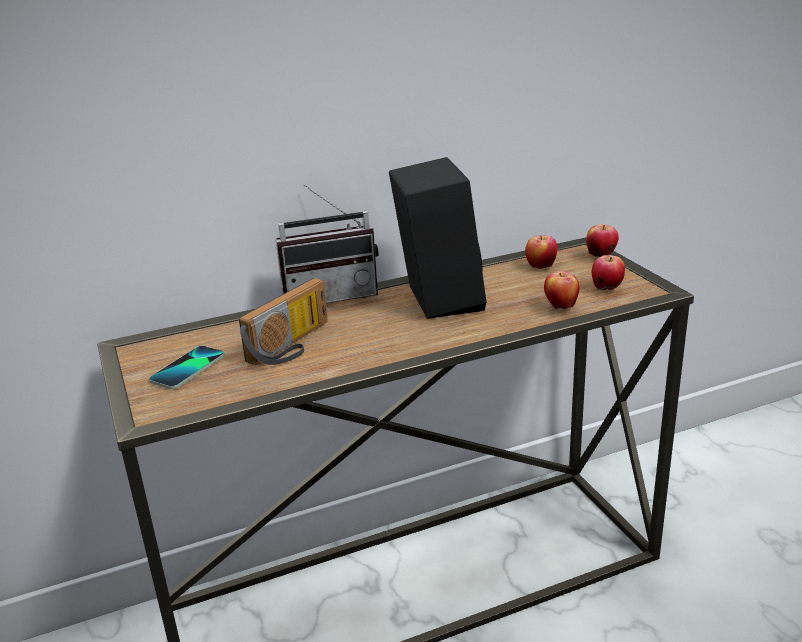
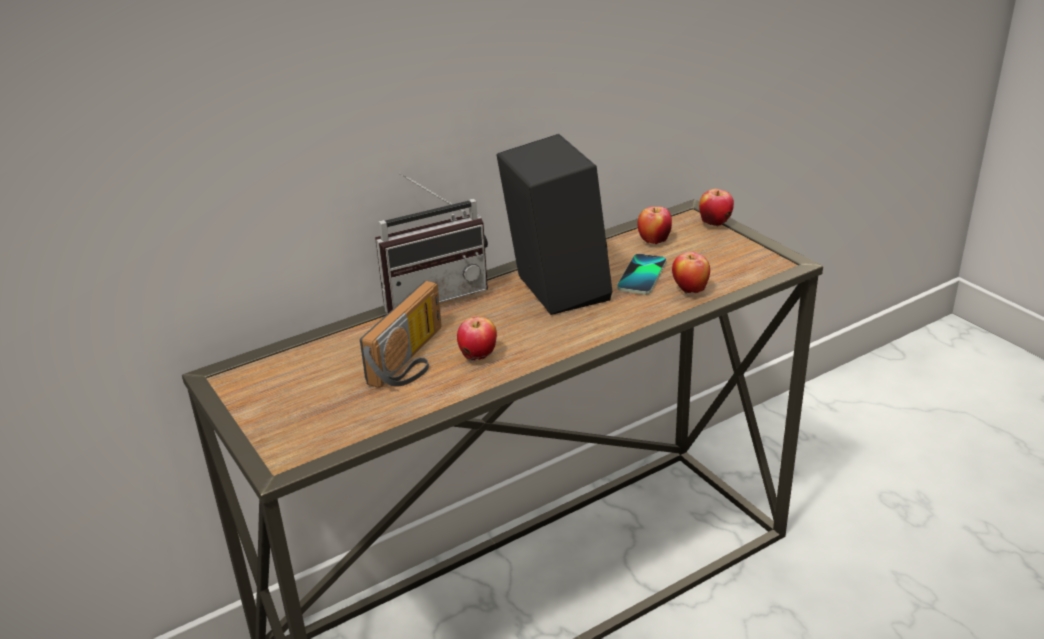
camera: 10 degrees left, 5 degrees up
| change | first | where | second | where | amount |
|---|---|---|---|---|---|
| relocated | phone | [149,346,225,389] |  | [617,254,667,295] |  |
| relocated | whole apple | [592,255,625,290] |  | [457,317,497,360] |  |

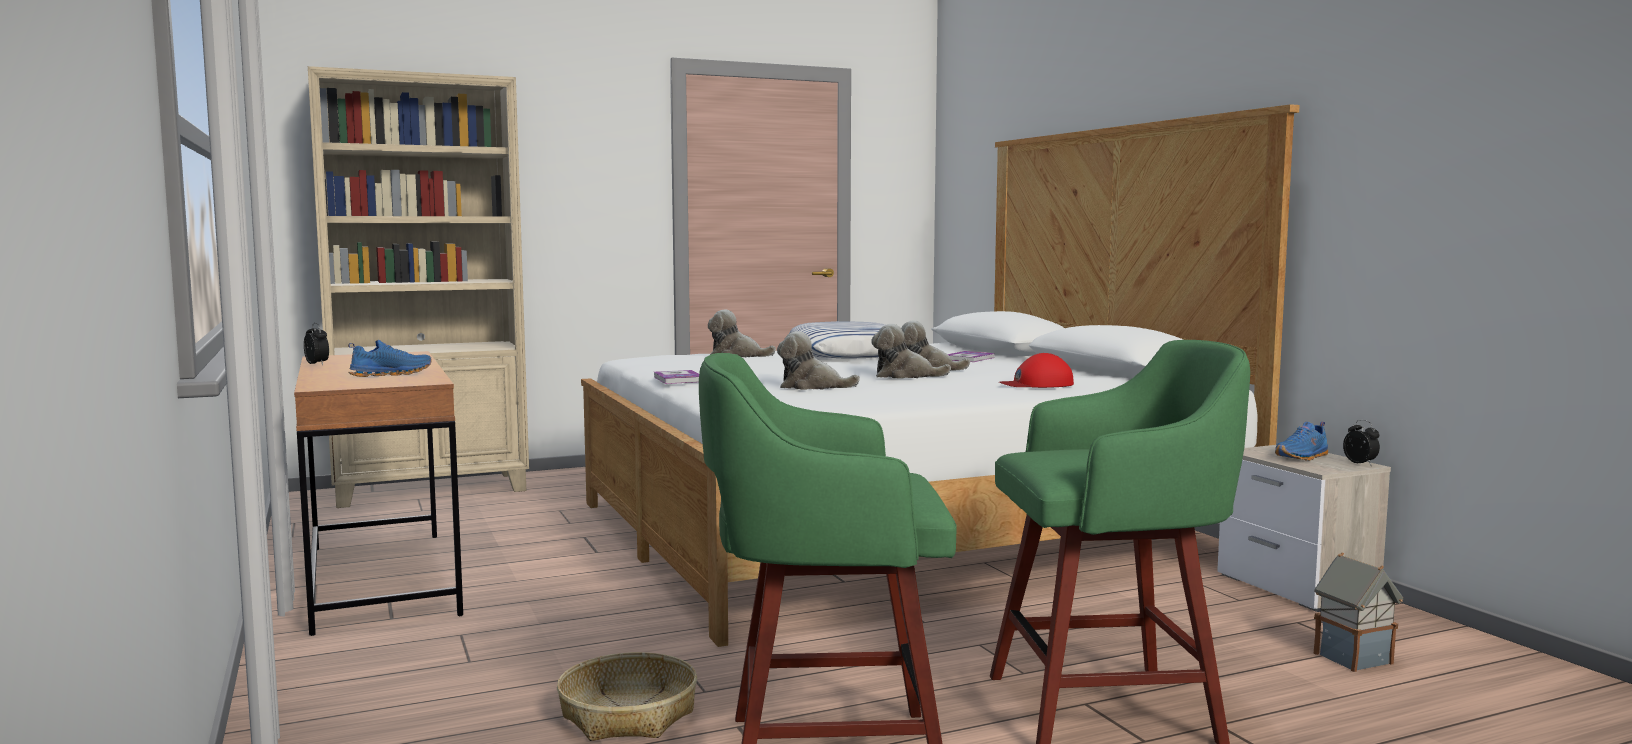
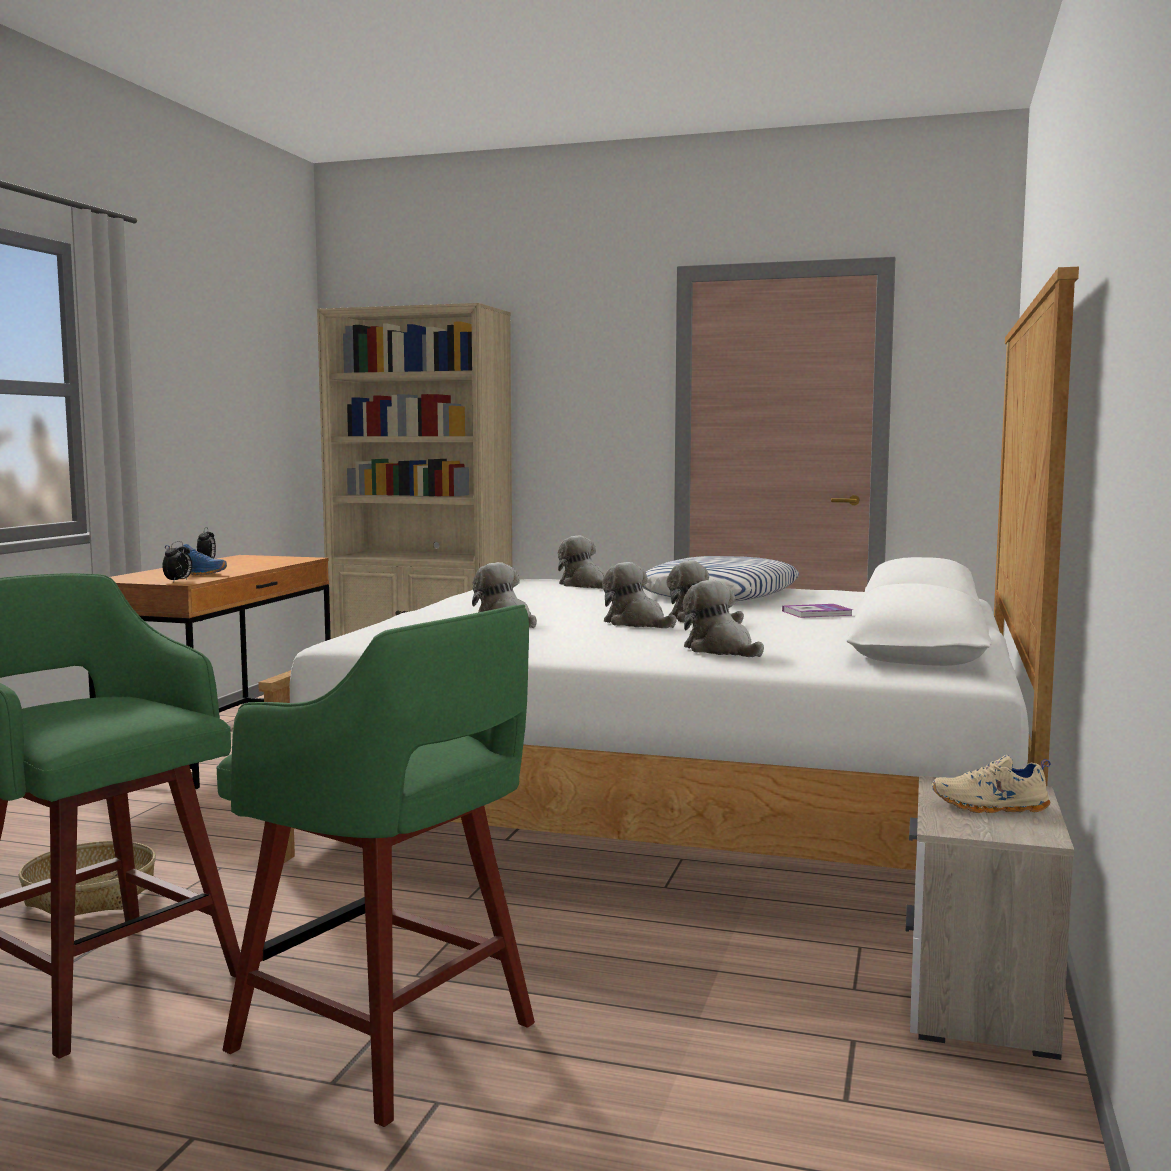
camera: 40 degrees right, 0 degrees up
| change | first | where | second | where | amount |
|---|---|---|---|---|---|
| missing | book | [654,370,699,384] |  |  |  |
| missing | toy house | [1314,552,1403,672] |  |  |  |
| relocated | alarm clock | [1343,420,1380,466] |  | [162,541,192,583] |  |
| exchanged | red baseball cap | [999,353,1074,388] | cuddly toy | [683,580,764,657] |  |
| colour | blue shoe | [1275,421,1328,461] | beige-coloured shoe | [932,755,1050,813] |  |

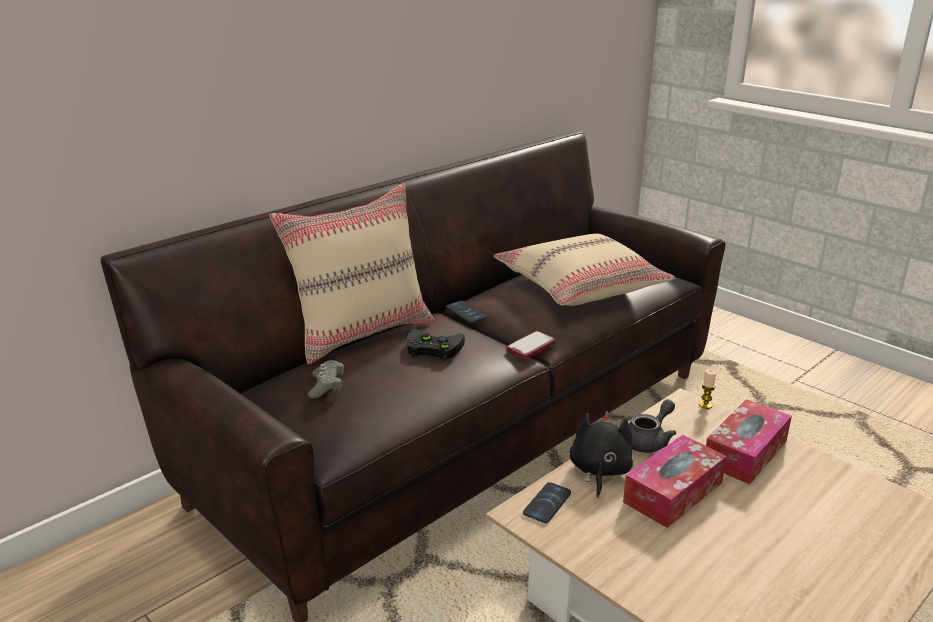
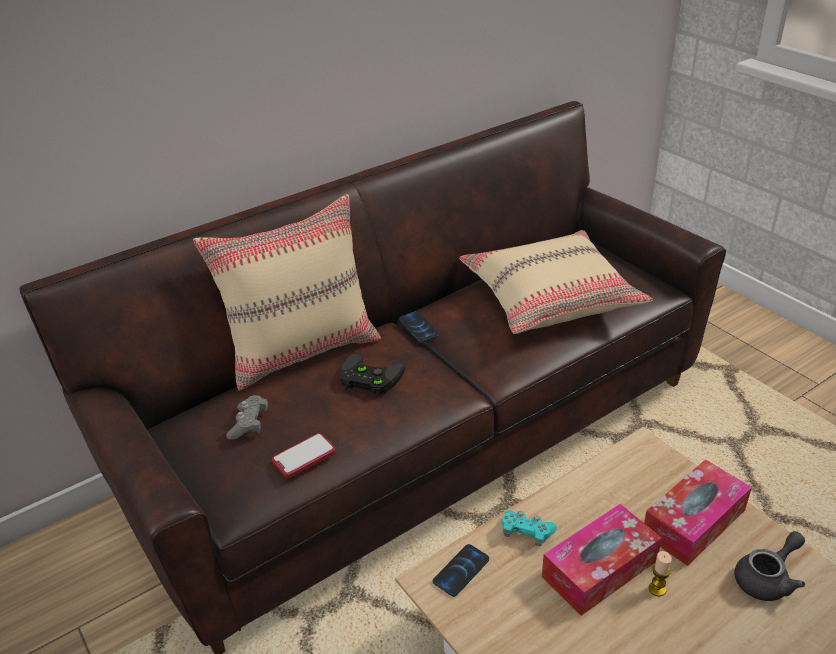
camera: 10 degrees right, 10 degrees up
| change | first | where | second | where | amount |
|---|---|---|---|---|---|
| relocated | phone | [507,331,555,359] |  | [272,433,336,478] |  |
| relocated | gray teapot | [629,399,676,453] |  | [734,531,805,601] |  |
| relocated | wax light | [699,369,716,409] |  | [649,551,672,596] |  |
| exchanged | black cuddly toy | [569,411,633,498] | blue-green gamepad | [502,510,557,546] |  |

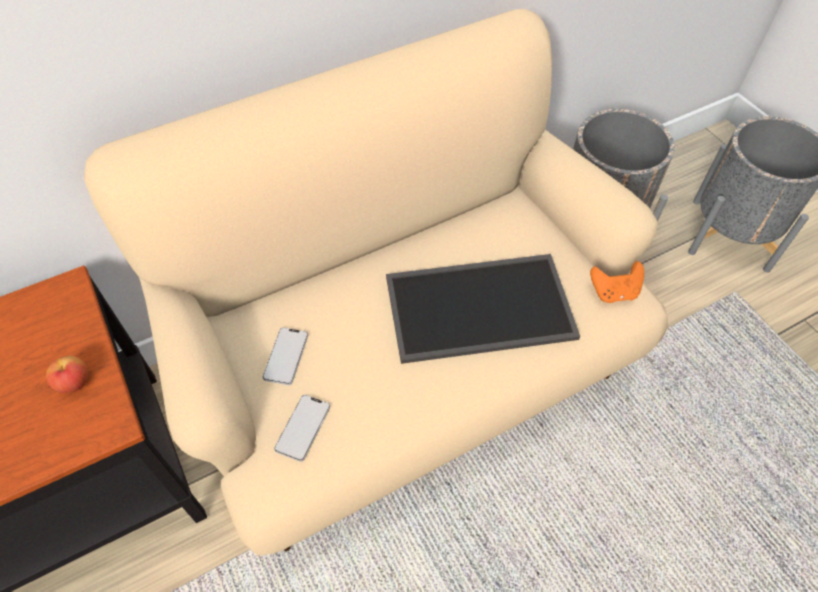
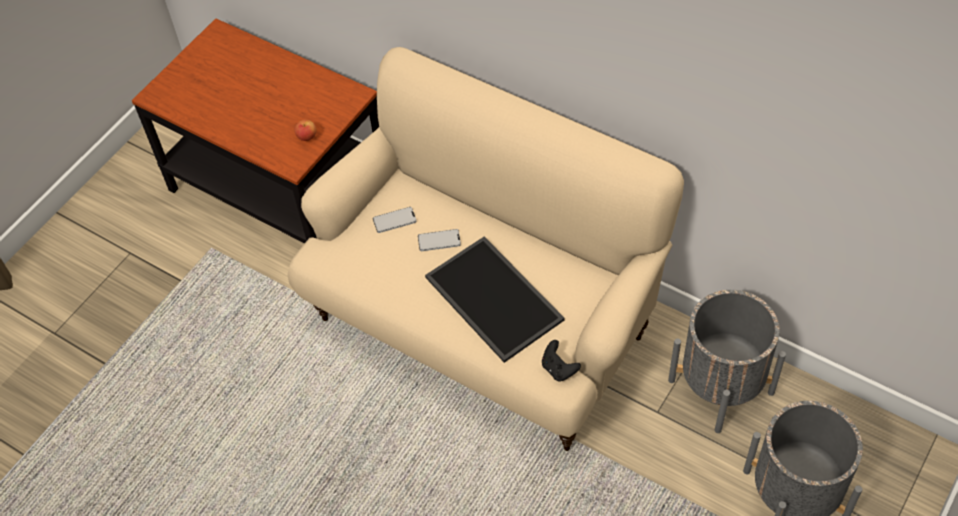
camera: 65 degrees right, 0 degrees up
| change | first | where | second | where | amount |
|---|---|---|---|---|---|
| relocated | phone | [274,395,330,462] |  | [418,229,461,251] |  |
| colour | orange gamepad | [590,261,644,303] | black gamepad | [542,340,581,382] |  |

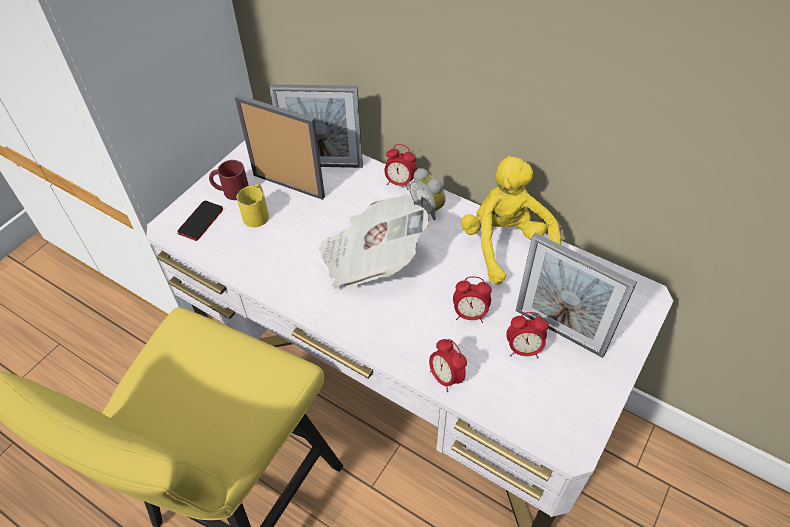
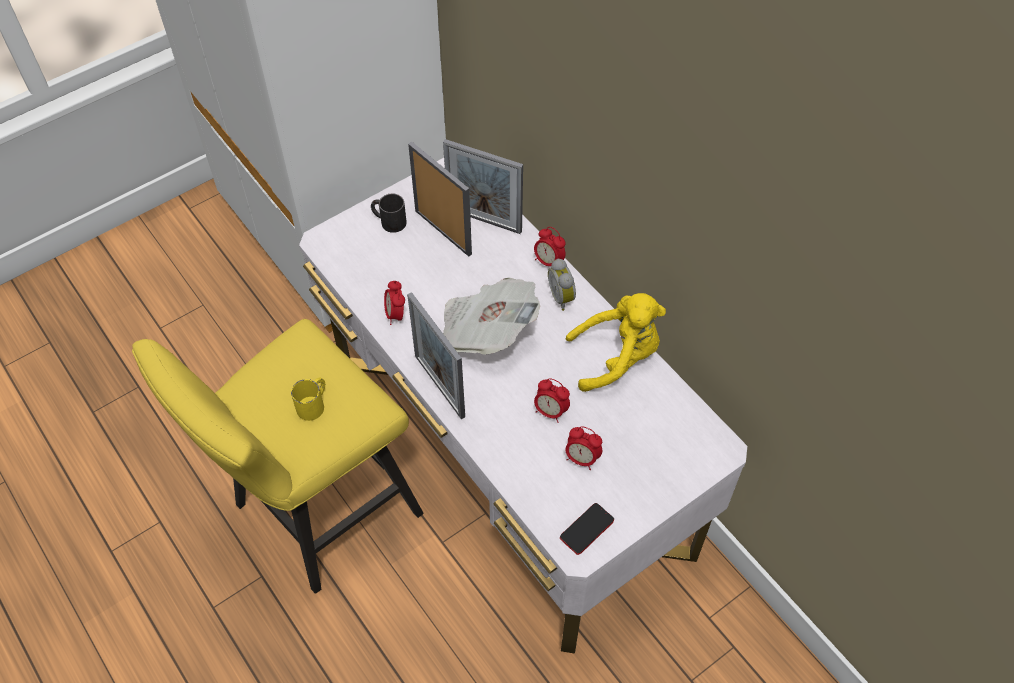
camera: 20 degrees right, 5 degrees up
| change | first | where | second | where | amount |
|---|---|---|---|---|---|
| relocated | phone | [177,200,223,241] |  | [560,503,614,555] |  |
| relocated | yellow tea mug | [237,184,269,227] |  | [291,378,325,421] |  |
| relocated | alarm clock | [429,339,467,392] |  | [384,281,405,325] |  |
| relocated | standing frame | [516,233,637,358] |  | [407,292,465,419] |  |
| colour | red tea mug | [209,160,249,200] | black tea mug | [371,193,407,233] |  |
| spun | yellow cuddly toy | [461,155,561,285] |  | [566,293,666,392] | 75 degrees clockwise |

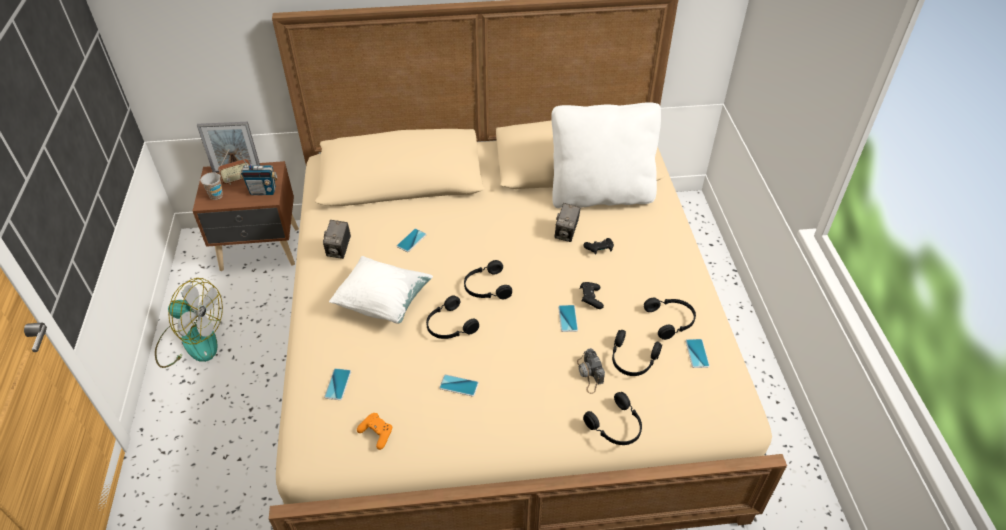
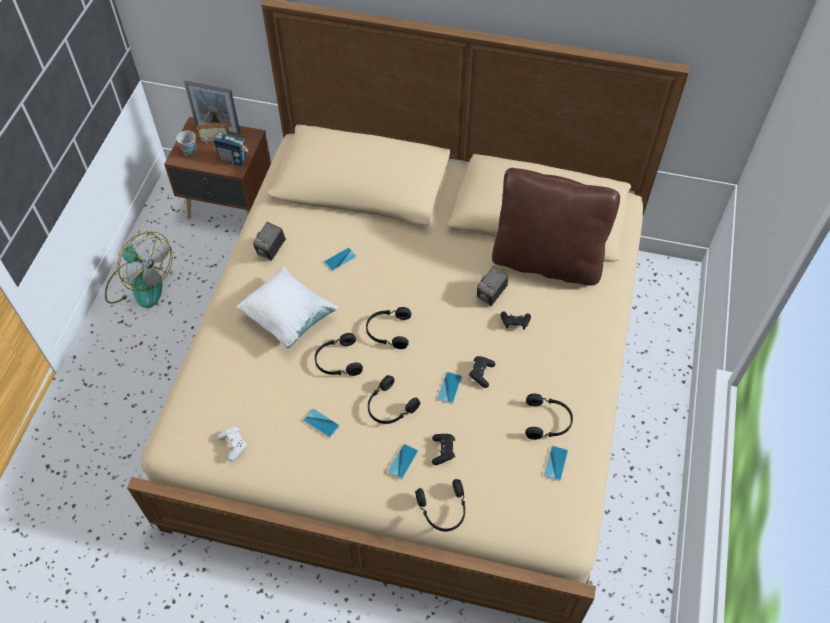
camera: 20 degrees right, 10 degrees up
| change | first | where | second | where | amount |
|---|---|---|---|---|---|
| relocated | phone | [324,368,351,400] |  | [388,444,419,479] |  |
| relocated | black headset | [612,330,662,376] |  | [368,375,420,424] |  |
| exchanged | photo camera | [577,348,605,394] | black gamepad | [432,434,455,465] |  |
| colour | orange gamepad | [357,413,393,450] | white gamepad | [218,427,247,461] |  |
| colour | white pillow | [551,102,661,208] | brownish pillow | [492,168,620,285] |  |

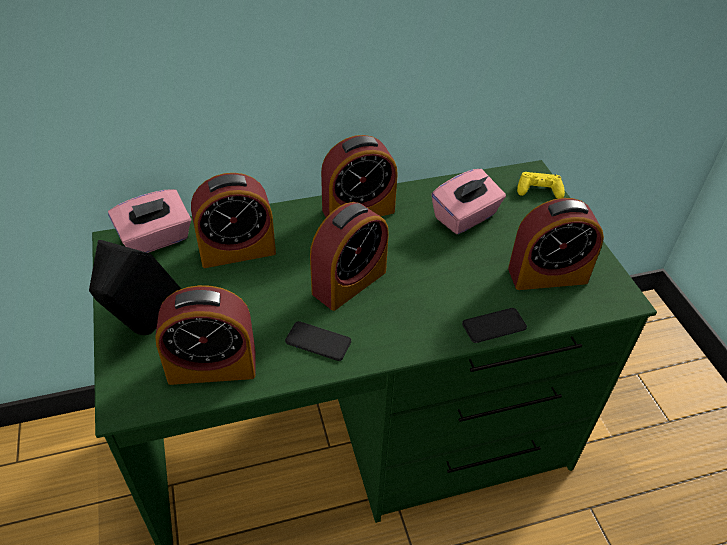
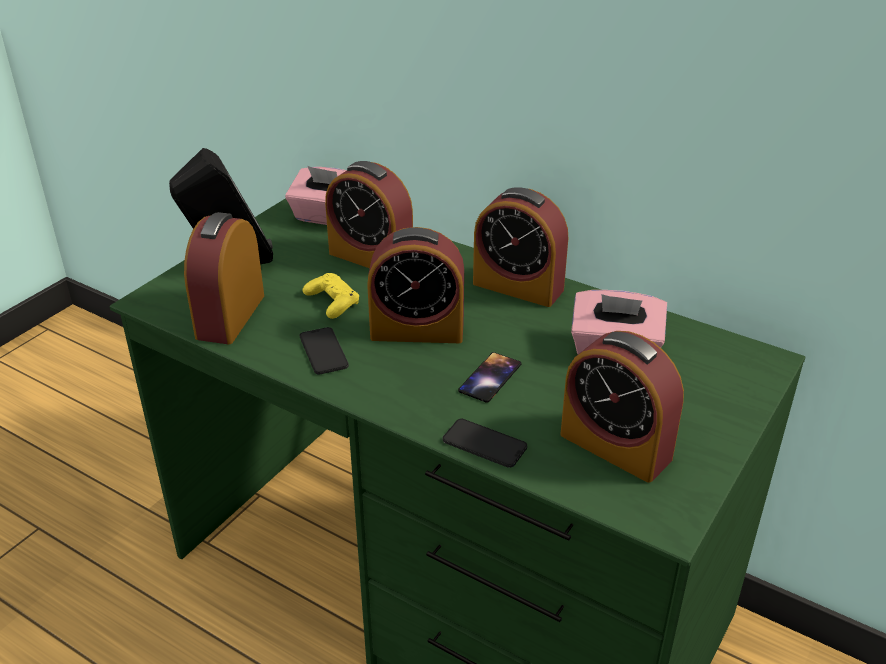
camera: 50 degrees right, 10 degrees down
| change | first | where | second | where | amount |
|---|---|---|---|---|---|
| appeared |  |  | phone | [458,352,521,403] |  |
| relocated | yellow gamepad | [517,172,565,199] |  | [303,273,359,319] |  |
| spun | alarm clock | [155,285,256,385] |  | [184,212,264,344] | 60 degrees clockwise |

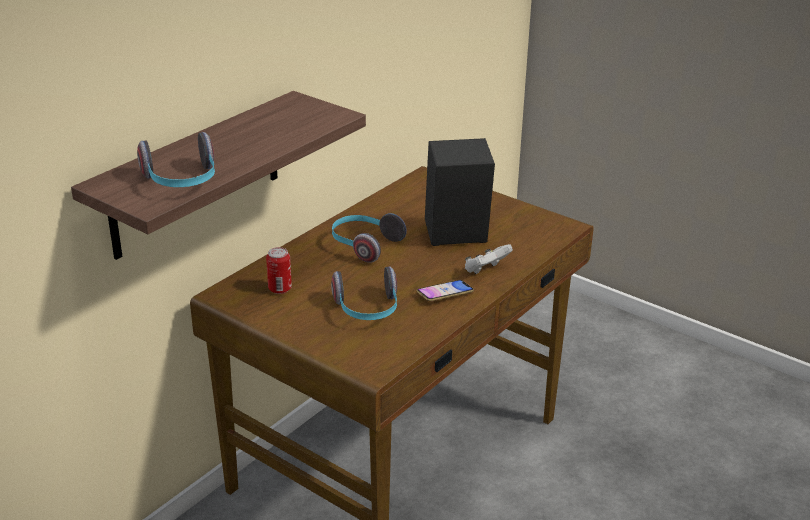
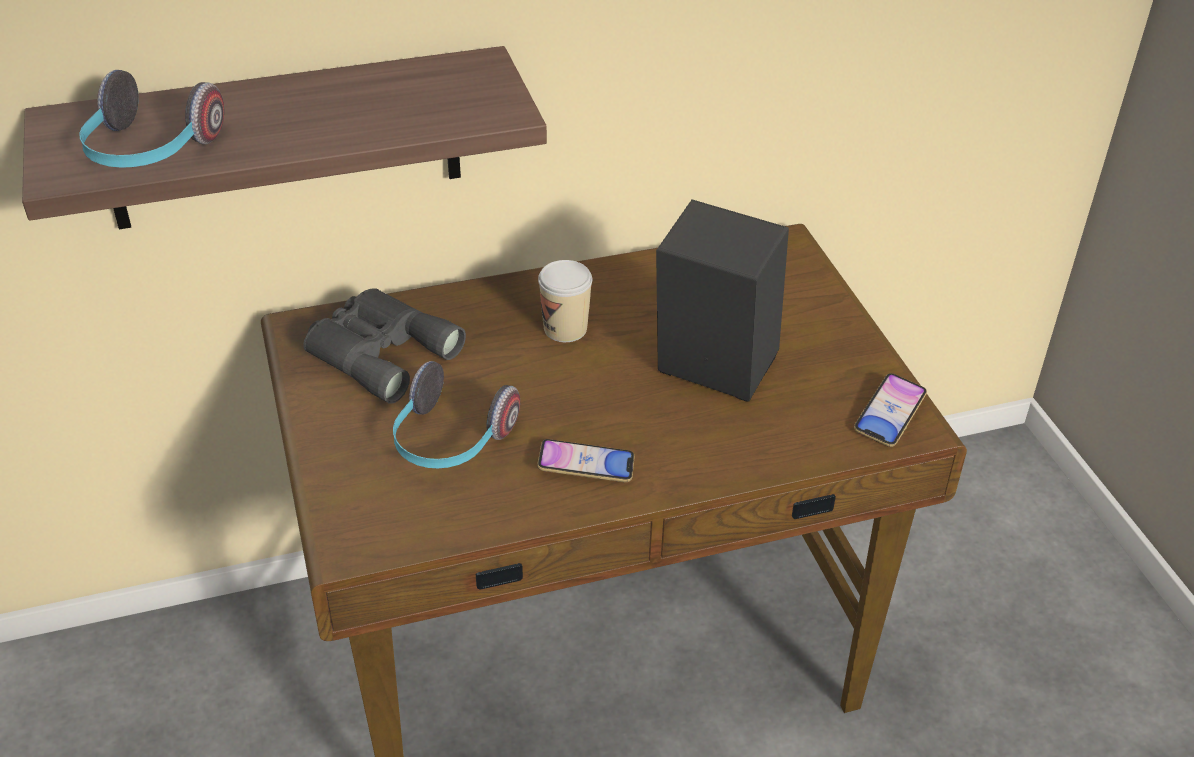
camera: 35 degrees right, 10 degrees up
| change | first | where | second | where | amount |
|---|---|---|---|---|---|
| missing | white gamepad | [465,244,513,274] |  |  |  |
| appeared |  |  | phone | [854,373,927,447] |  |
| exchanged | sealed can | [266,247,292,294] | gray binoculars | [304,288,466,404] |  |
| exchanged | headset | [332,213,407,263] | small cup | [538,260,592,342] |  |

